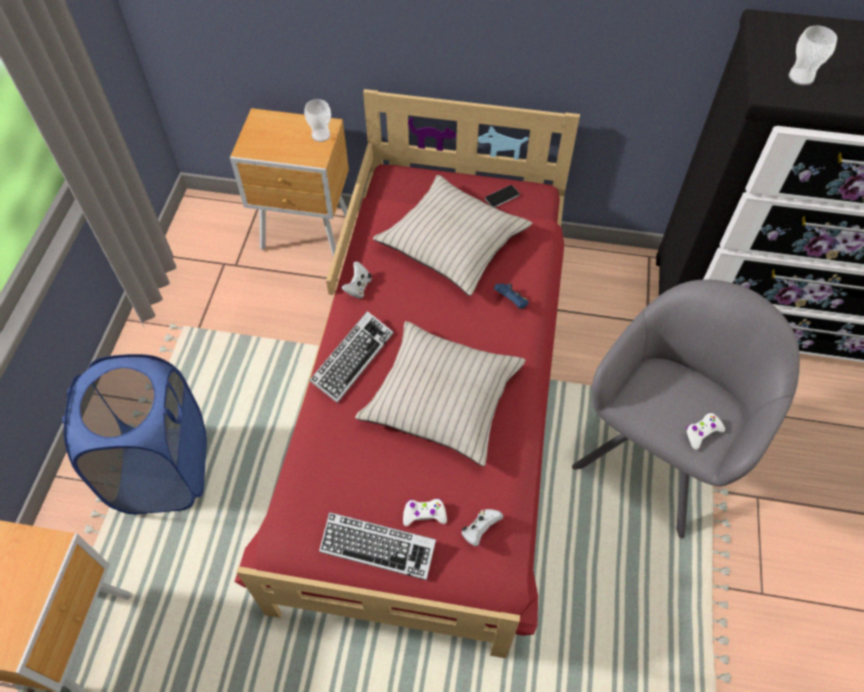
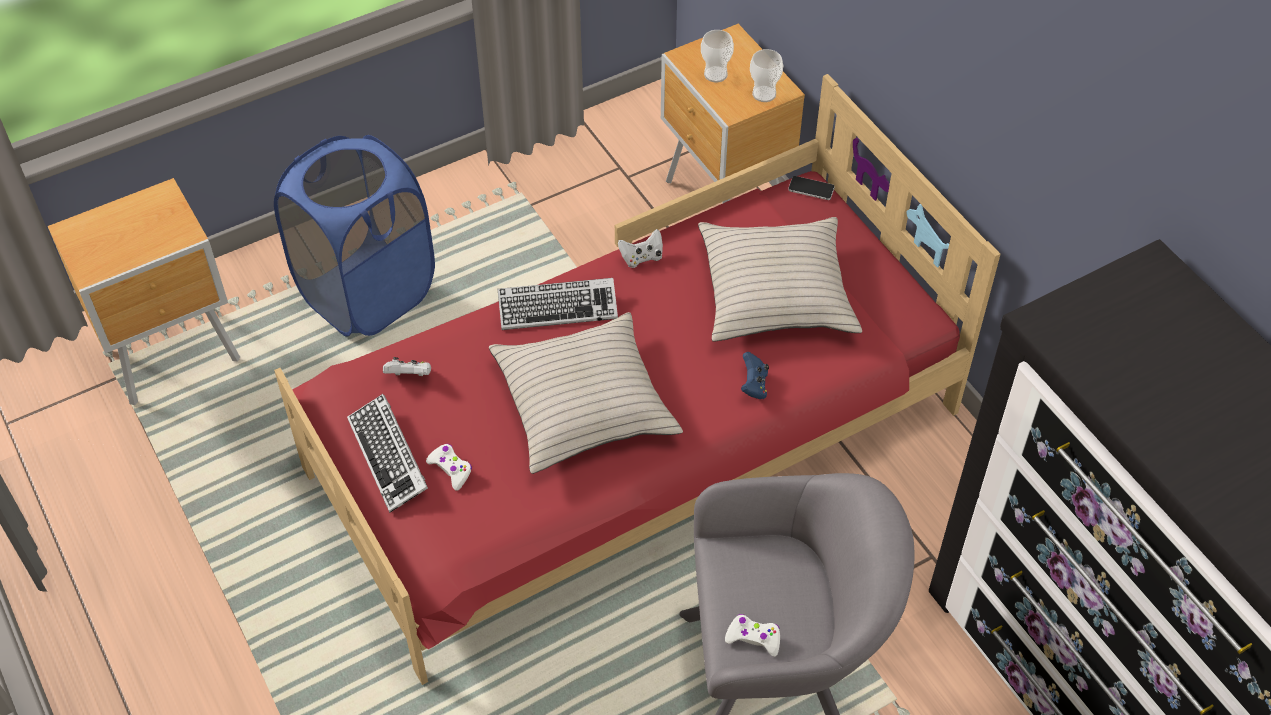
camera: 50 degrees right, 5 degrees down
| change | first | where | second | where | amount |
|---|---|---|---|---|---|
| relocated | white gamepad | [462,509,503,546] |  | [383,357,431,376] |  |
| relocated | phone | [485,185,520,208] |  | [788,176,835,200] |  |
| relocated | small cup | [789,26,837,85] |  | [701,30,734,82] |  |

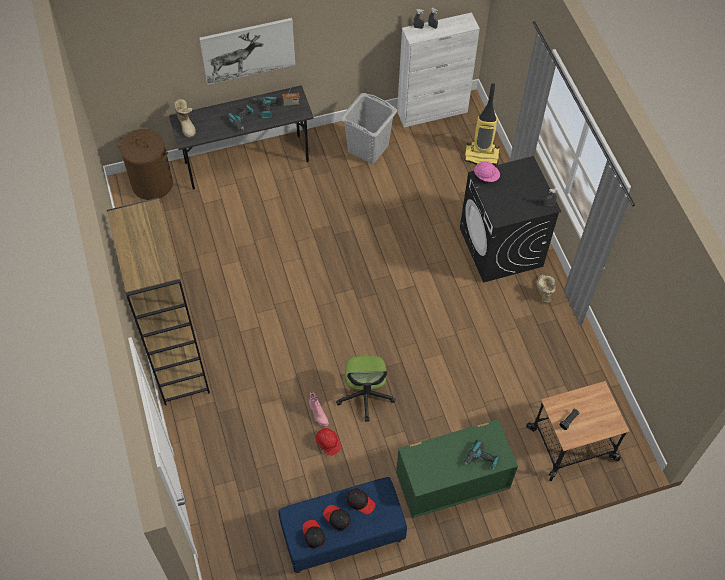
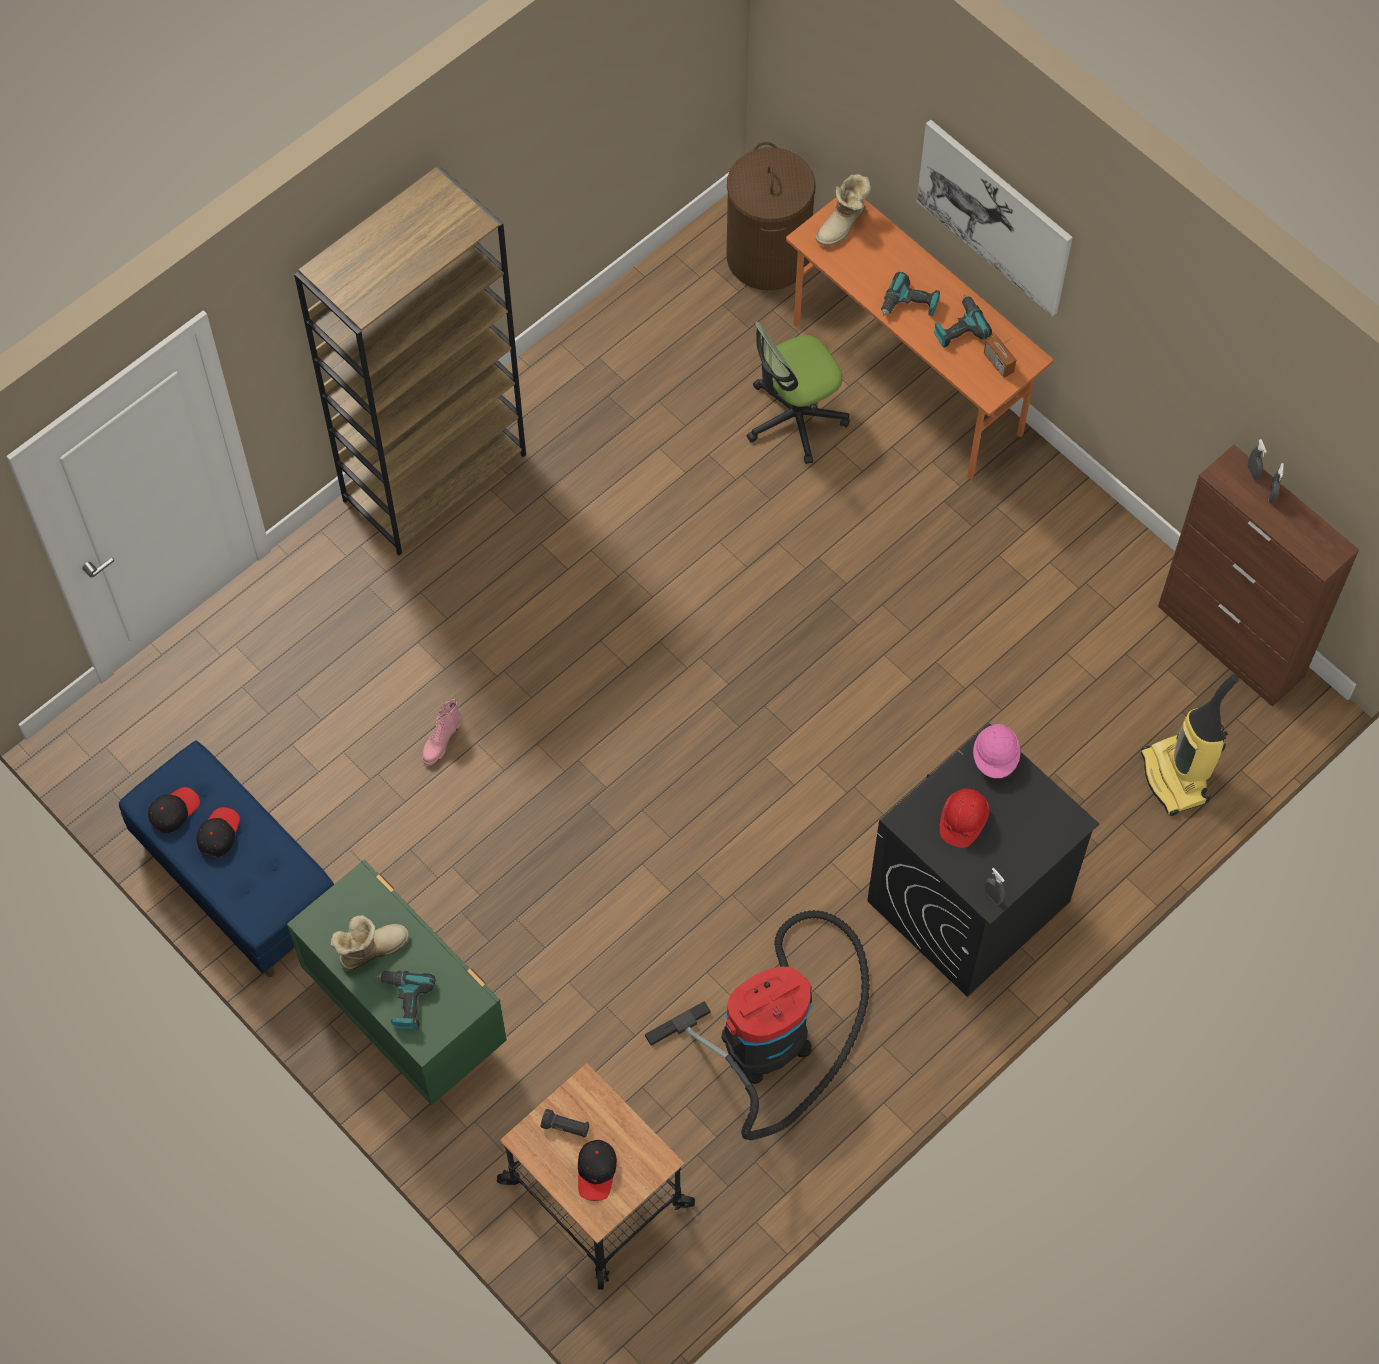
camera: 65 degrees right, 5 degrees up
| change | first | where | second | where | amount |
|---|---|---|---|---|---|
| missing | gray laundry basket | [340,93,397,164] |  |  |  |
| appeared |  |  | vacuum cleaner | [645,910,870,1140] |  |
| relocated | red work helmet | [315,428,341,456] |  | [940,788,989,848] |  |
| relocated | computer chair | [336,355,395,422] |  | [746,322,850,464] |  |
| relocated | black baseball cap | [347,488,376,515] |  | [578,1140,617,1201] |  |
| relocated | boot | [537,275,555,303] |  | [330,915,409,970] |  |
| colour | gray desk table | [169,86,313,190] | orange desk table | [786,197,1053,479] |  |
| colour | white cabinet | [397,12,480,127] | brownish cabinet | [1158,445,1359,707] |  |

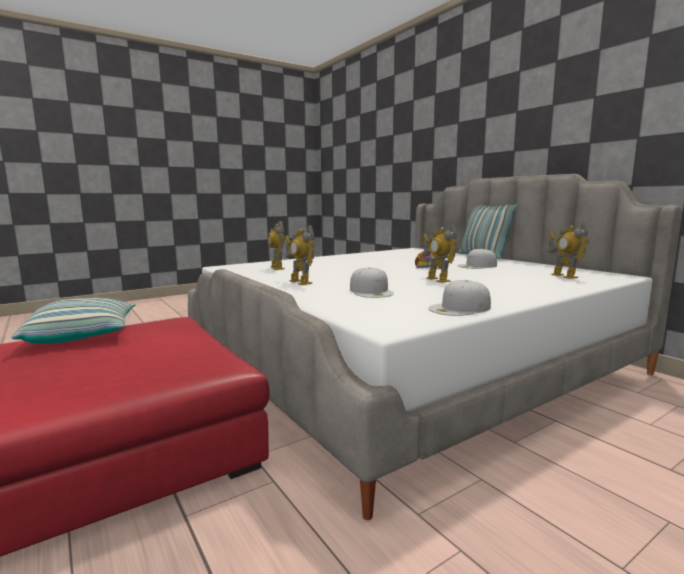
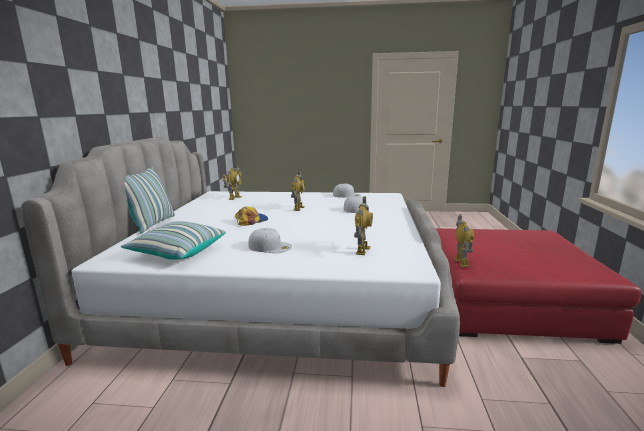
camera: 140 degrees left, 5 degrees up
| change | first | where | second | where | amount |
|---|---|---|---|---|---|
| relocated | pillow | [11,298,135,344] |  | [121,221,226,259] |  |
| relocated | robot figure | [285,225,315,285] |  | [454,214,474,267] |  |
| relocated | white baseball cap | [457,249,497,269] |  | [249,228,292,253] |  |

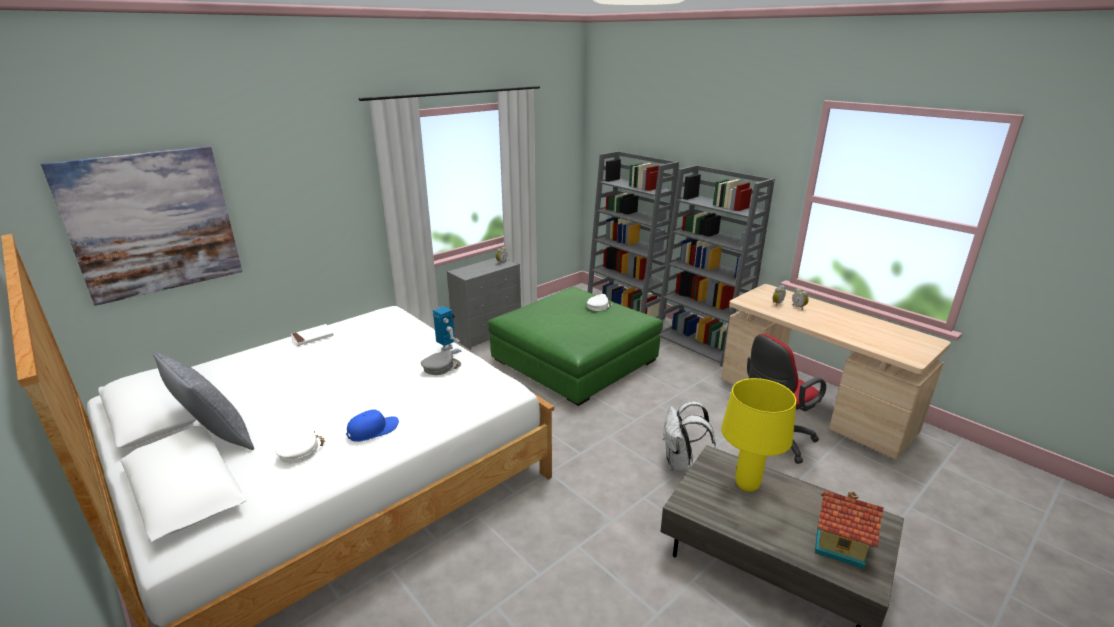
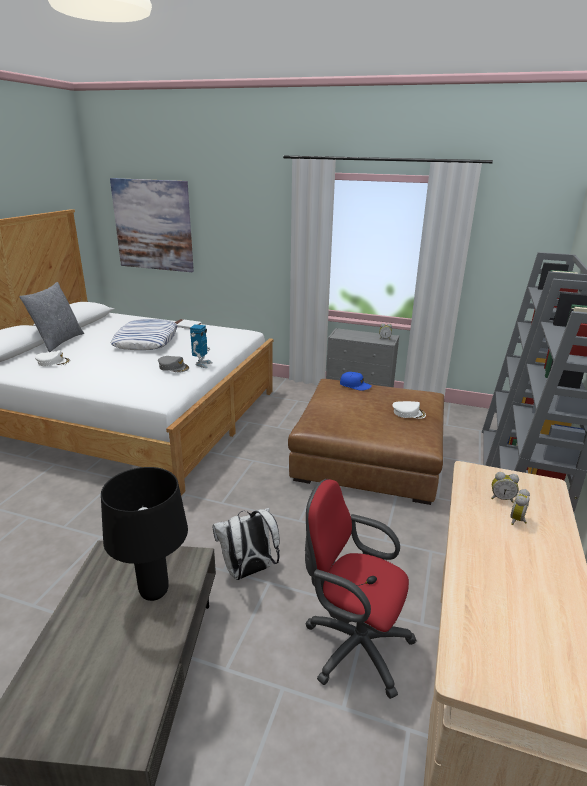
camera: 60 degrees right, 0 degrees up
| change | first | where | second | where | amount |
|---|---|---|---|---|---|
| missing | toy house | [815,491,884,569] |  |  |  |
| appeared |  |  | pillow | [111,319,178,350] |  |
| relocated | blue baseball cap | [346,410,399,442] |  | [340,372,372,391] |  |
| colour | greenish footrest | [488,287,663,406] | brownish footrest | [288,379,444,505] |  |
| colour | yellow tabletop lamp | [721,378,796,492] | black tabletop lamp | [101,467,188,601] |  |

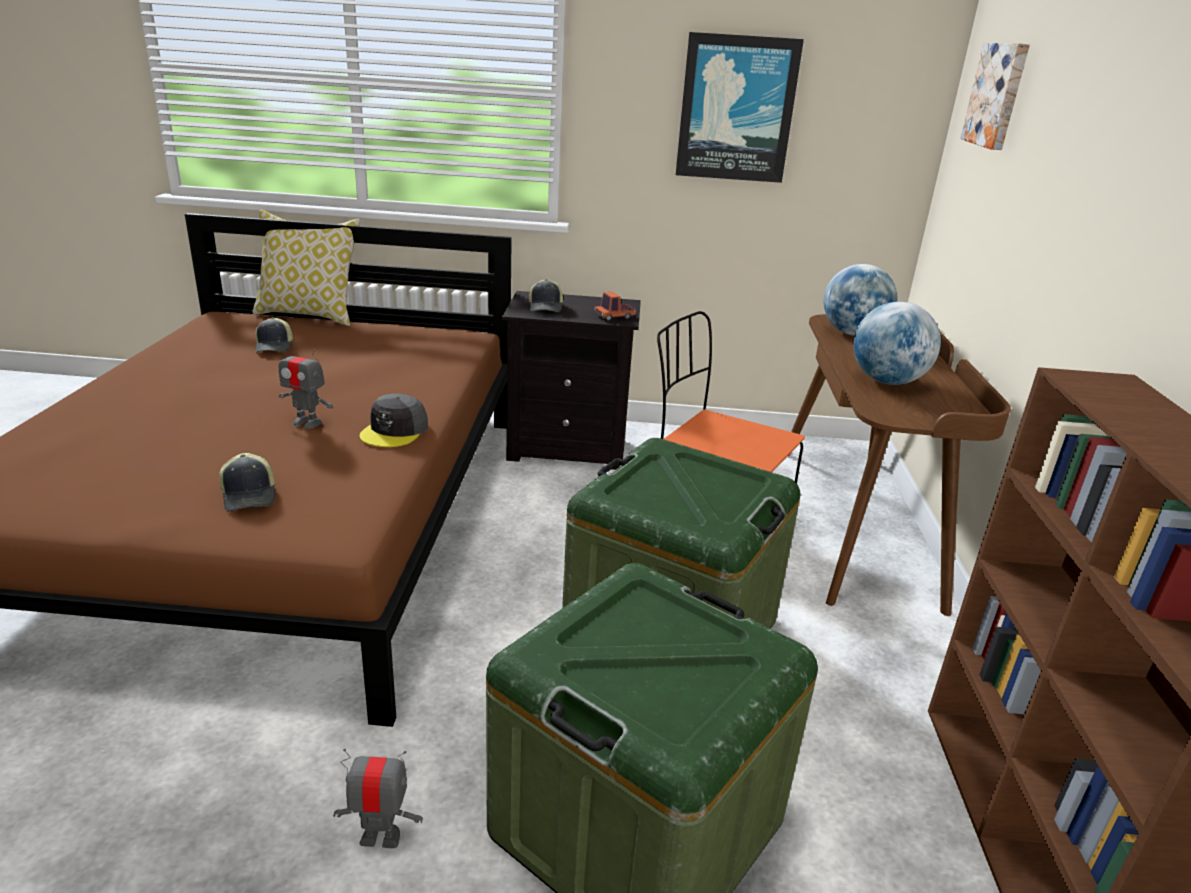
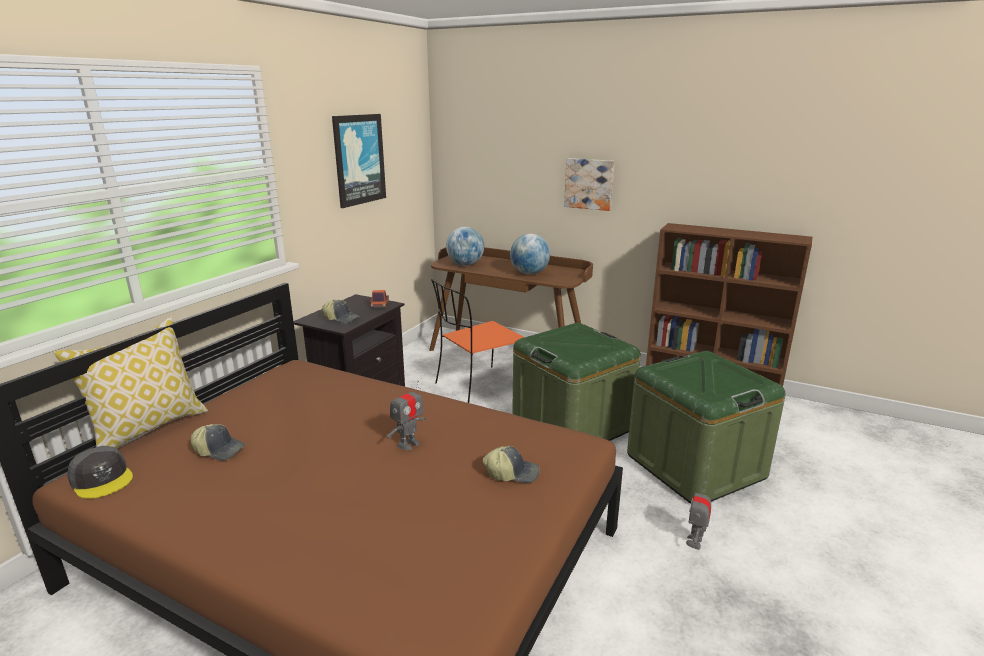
camera: 65 degrees left, 5 degrees down
| change | first | where | second | where | amount |
|---|---|---|---|---|---|
| relocated | gray baseball cap | [360,394,428,447] |  | [67,446,133,499] |  |
| relocated | picture | [960,43,1030,150] |  | [564,158,614,211] |  |

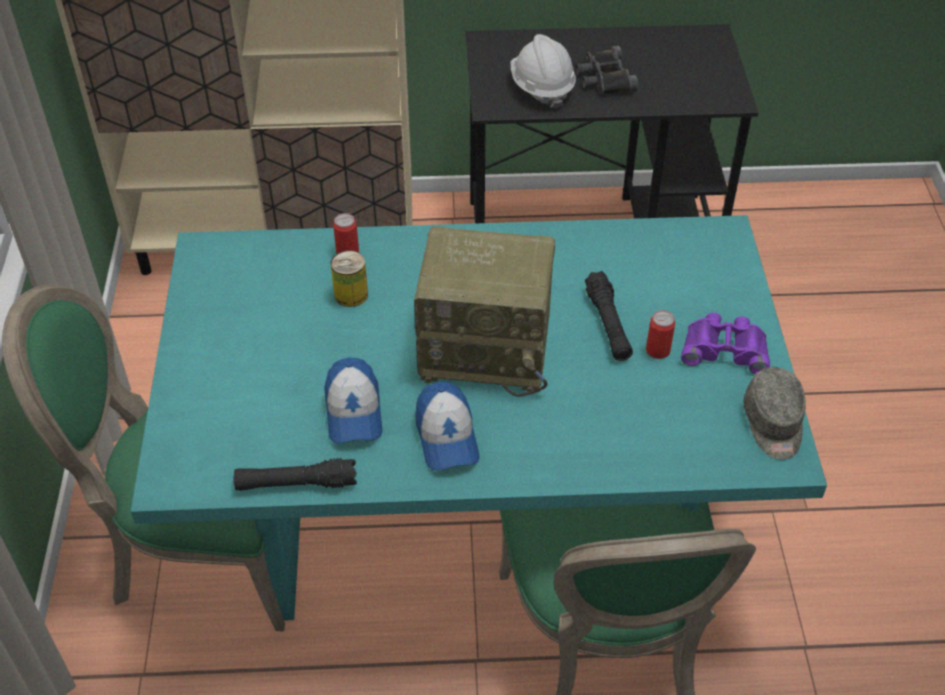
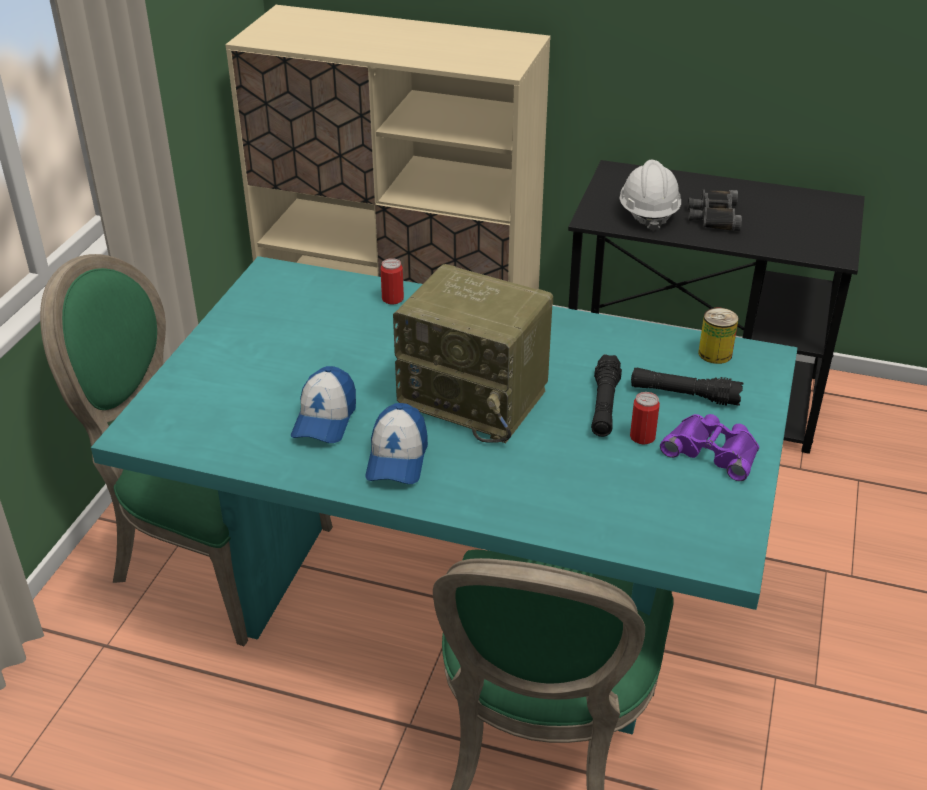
camera: 20 degrees right, 10 degrees down
| change | first | where | second | where | amount |
|---|---|---|---|---|---|
| missing | gray baseball cap | [743,367,806,460] |  |  |  |
| relocated | black hand torch | [233,458,357,491] |  | [631,368,744,406] |  |
| relocated | sealed can | [331,250,368,307] |  | [698,308,738,364] |  |

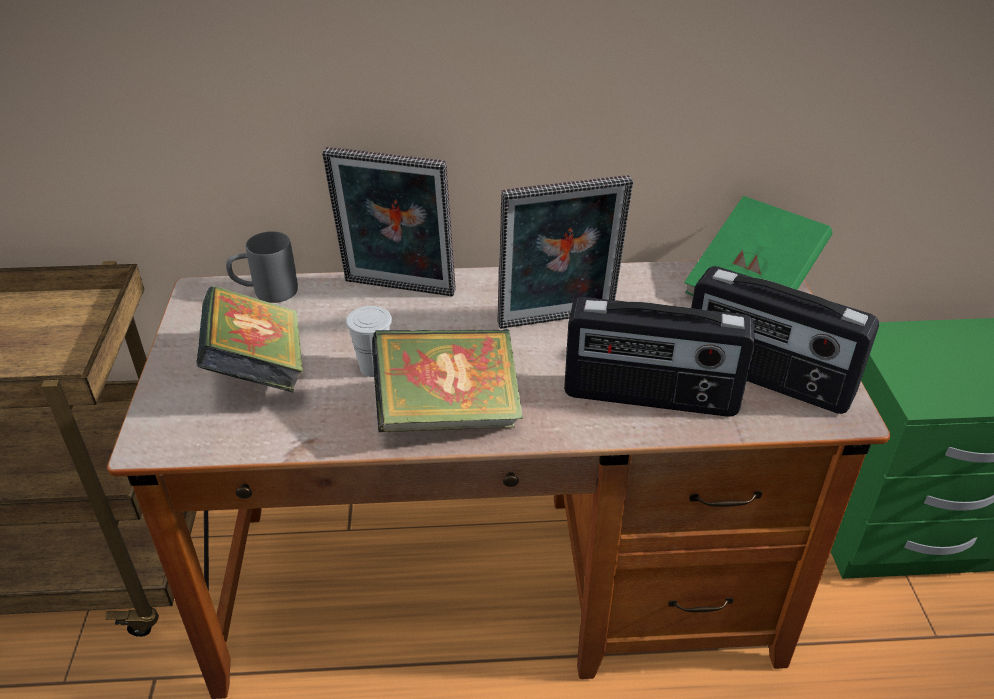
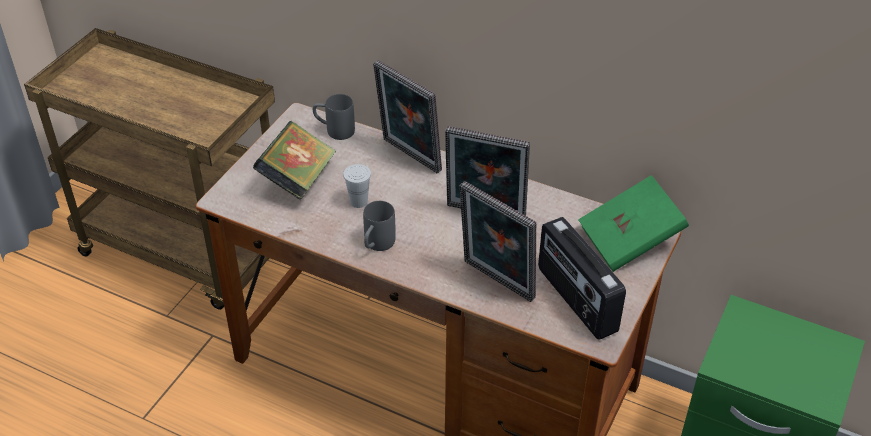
camera: 30 degrees right, 5 degrees up
| change | first | where | second | where | amount |
|---|---|---|---|---|---|
| exchanged | book | [372,329,523,432] | gray tea mug | [363,201,396,251] |  |
| exchanged | radio | [564,297,755,417] | standing frame | [460,181,536,302] |  |

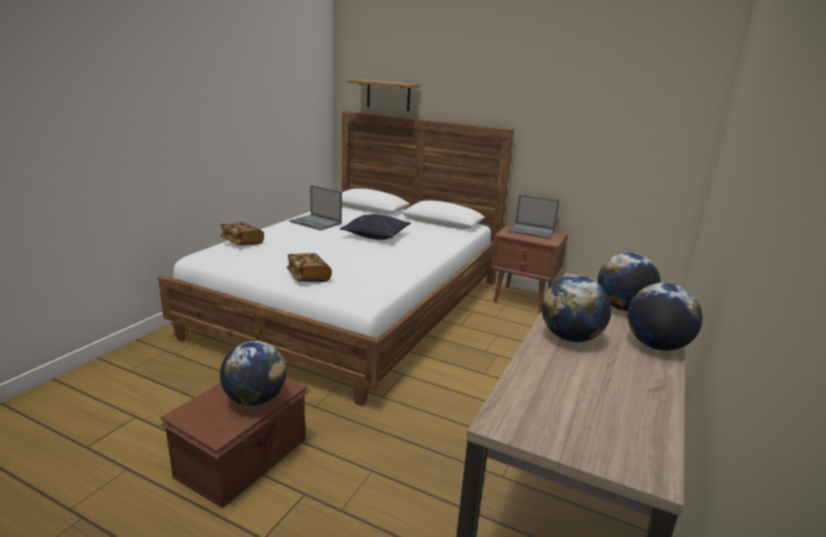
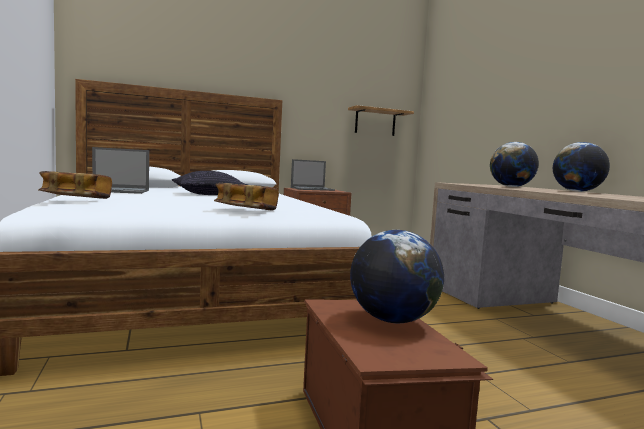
camera: 45 degrees left, 15 degrees down
| change | first | where | second | where | amount |
|---|---|---|---|---|---|
| missing | desk globe | [542,275,612,342] |  |  |  |
| relocated | shelf | [348,80,420,111] |  | [348,105,414,136] |  |

